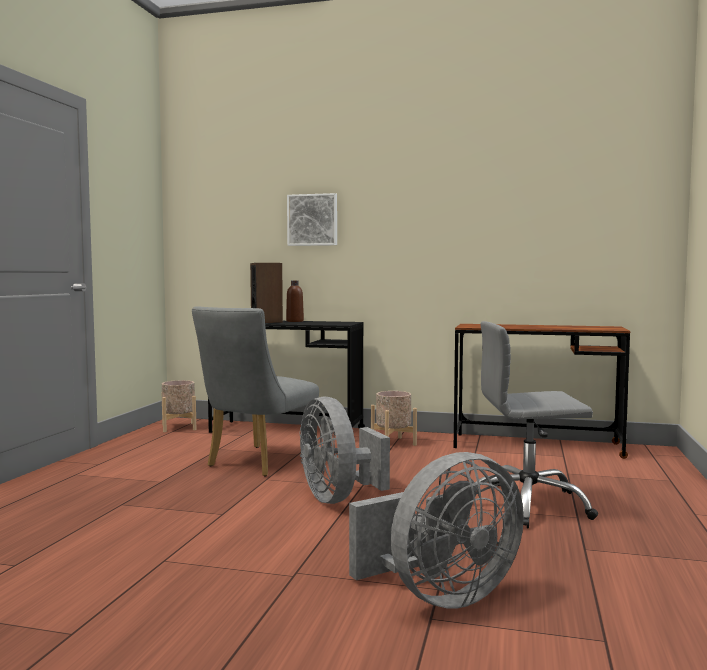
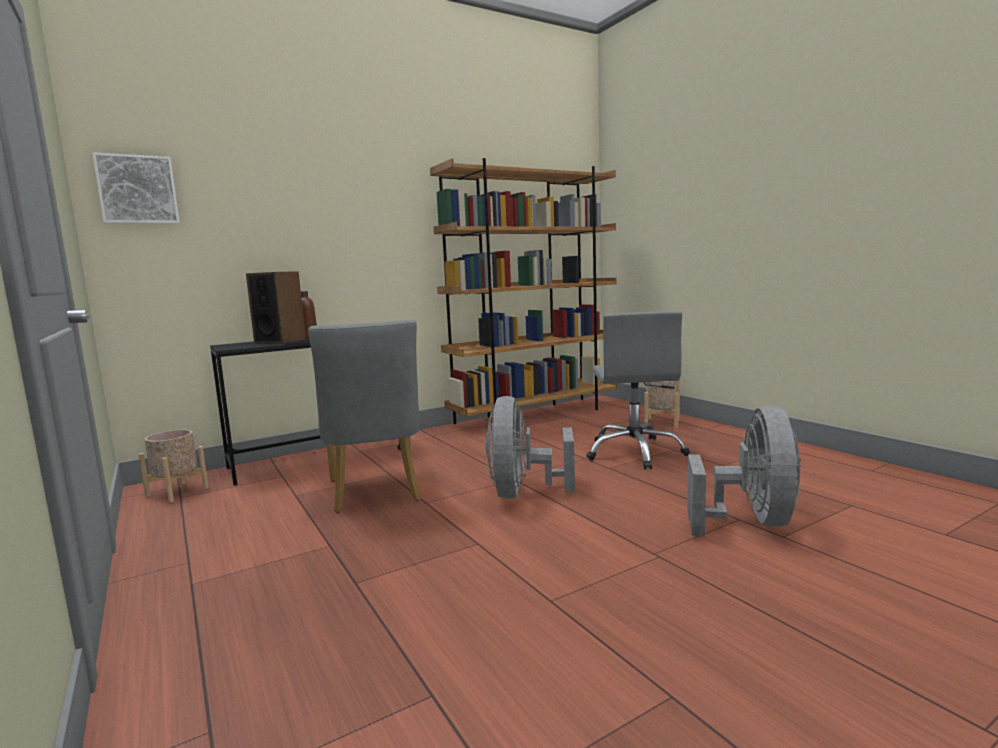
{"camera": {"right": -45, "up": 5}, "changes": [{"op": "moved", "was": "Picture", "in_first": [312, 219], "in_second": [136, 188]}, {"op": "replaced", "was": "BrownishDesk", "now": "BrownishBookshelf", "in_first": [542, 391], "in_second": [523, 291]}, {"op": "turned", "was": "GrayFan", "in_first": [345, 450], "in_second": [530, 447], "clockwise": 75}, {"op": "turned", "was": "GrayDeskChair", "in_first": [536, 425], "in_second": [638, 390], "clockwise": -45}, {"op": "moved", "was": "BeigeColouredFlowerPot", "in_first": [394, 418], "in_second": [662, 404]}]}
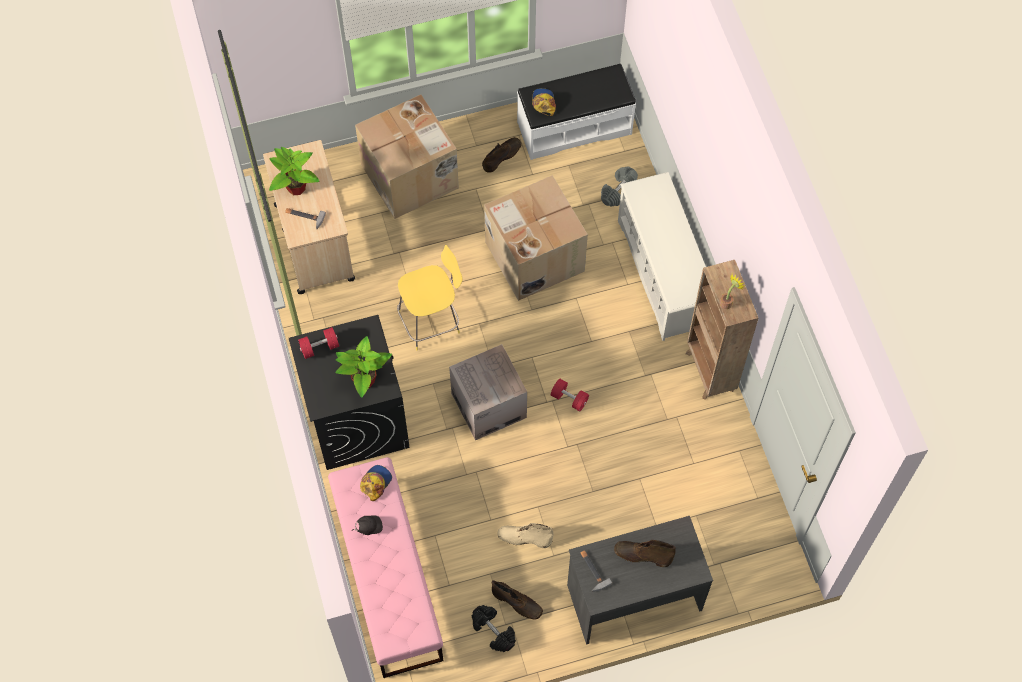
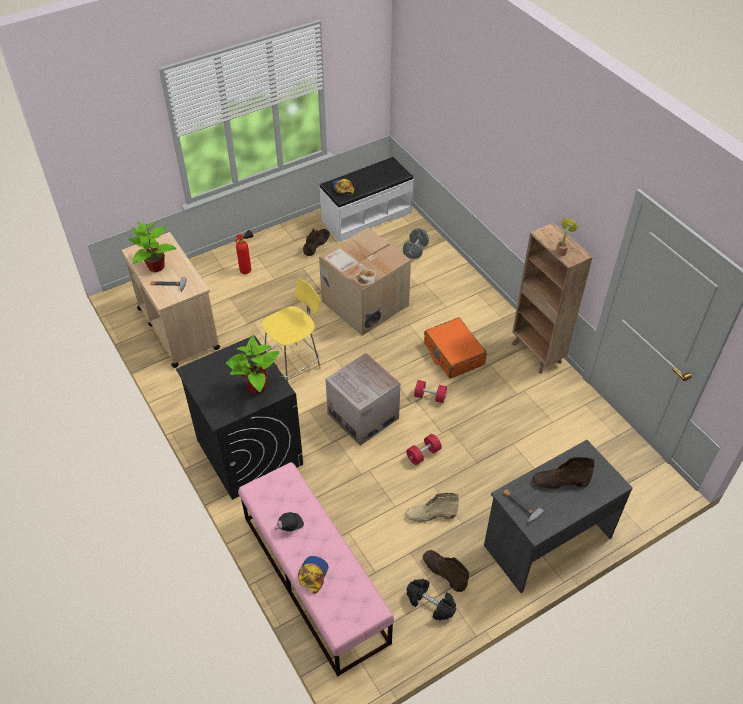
{"camera": {"right": -15, "up": -15}, "changes": [{"op": "replaced", "was": "CardboardBox", "now": "FireExtinguisher", "in_first": [407, 157], "in_second": [244, 252]}, {"op": "moved", "was": "BaseballCap", "in_first": [376, 483], "in_second": [313, 575]}, {"op": "moved", "was": "RedColouredDumbbell", "in_first": [318, 343], "in_second": [424, 449]}, {"op": "turned", "was": "BrownishHighTopBoot", "in_first": [517, 600], "in_second": [446, 571], "clockwise": -150}, {"op": "added", "now": "OrangeColouredSuitcase", "in_second": [455, 348]}, {"op": "removed", "was": "WhiteColouredShoeStand", "in_first": [662, 256]}]}
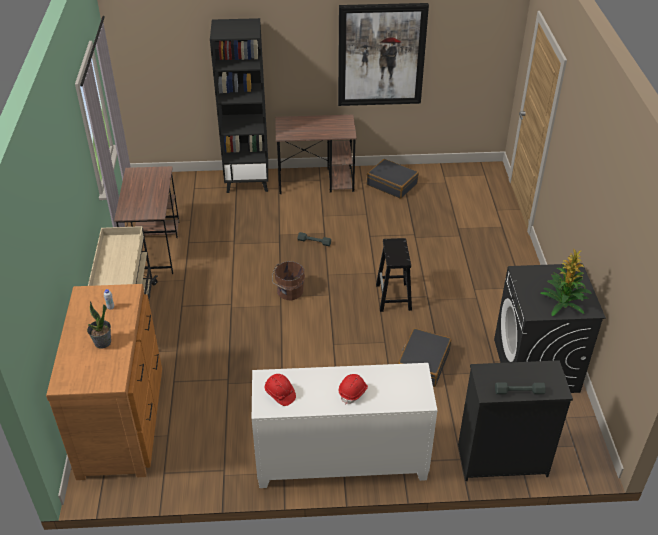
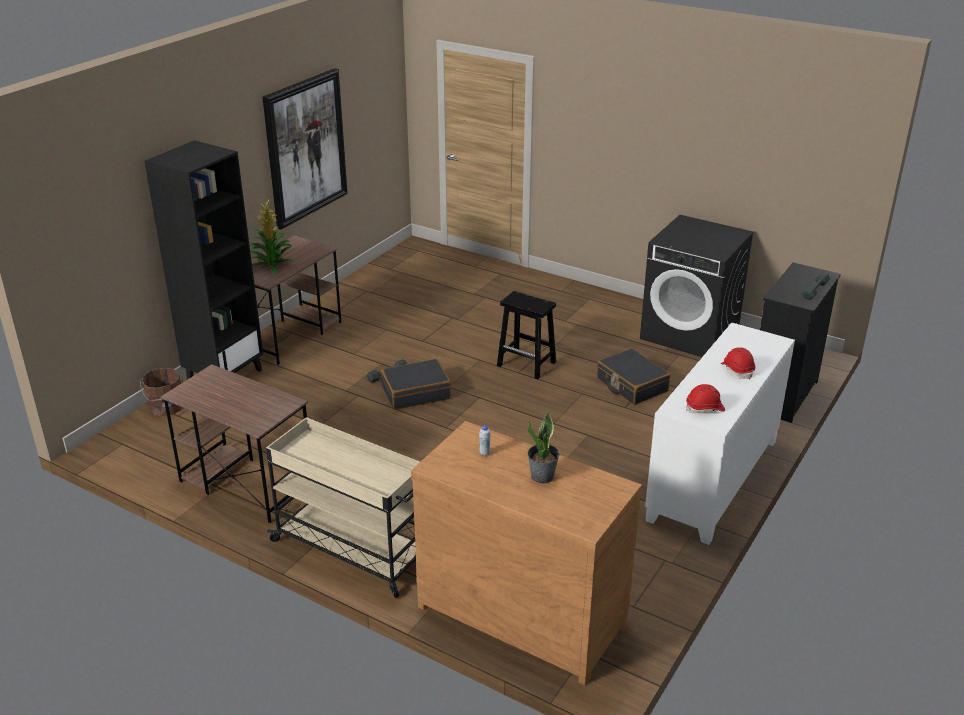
{"camera": {"right": -55, "up": -10}, "changes": [{"op": "moved", "was": "BrownishPail", "in_first": [288, 281], "in_second": [161, 392]}, {"op": "moved", "was": "PlantInAPot", "in_first": [566, 282], "in_second": [272, 237]}, {"op": "moved", "was": "BlackSuitcase", "in_first": [393, 179], "in_second": [416, 384]}]}
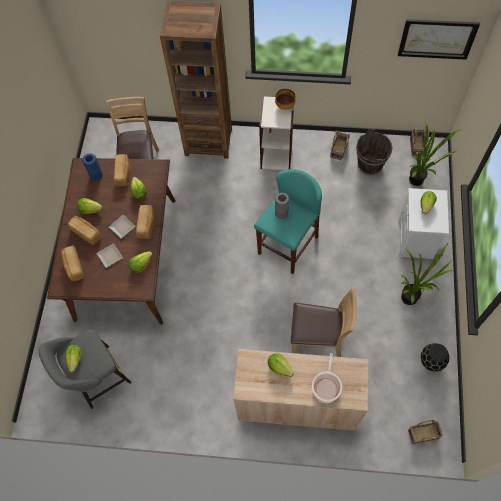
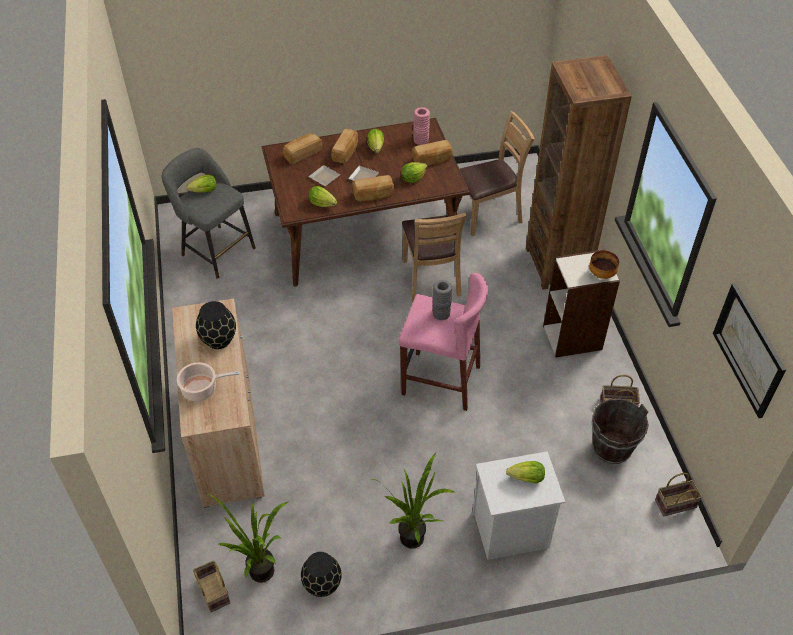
{"camera": {"right": 70, "up": -15}, "changes": [{"op": "replaced", "was": "HeadOfLettuce", "now": "BlackDecorativeVase", "in_first": [281, 365], "in_second": [216, 325]}, {"op": "moved", "was": "PlantInAPot", "in_first": [435, 153], "in_second": [249, 538]}, {"op": "recoloured", "was": "BlueGreenStoolSeat", "now": "PinkishStoolSeat", "in_first": [288, 221], "in_second": [443, 342]}, {"op": "moved", "was": "BrownishPlainChair", "in_first": [324, 322], "in_second": [434, 257]}, {"op": "recoloured", "was": "BlueColouredDecorativeVase", "now": "PinkishDecorativeVase", "in_first": [92, 167], "in_second": [421, 126]}]}
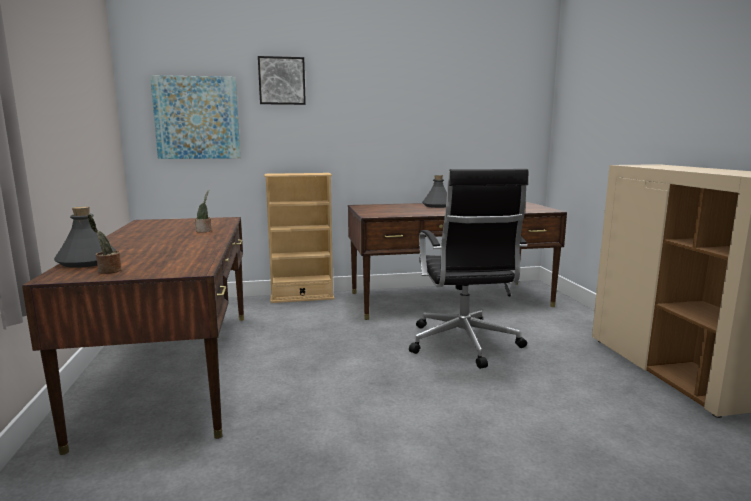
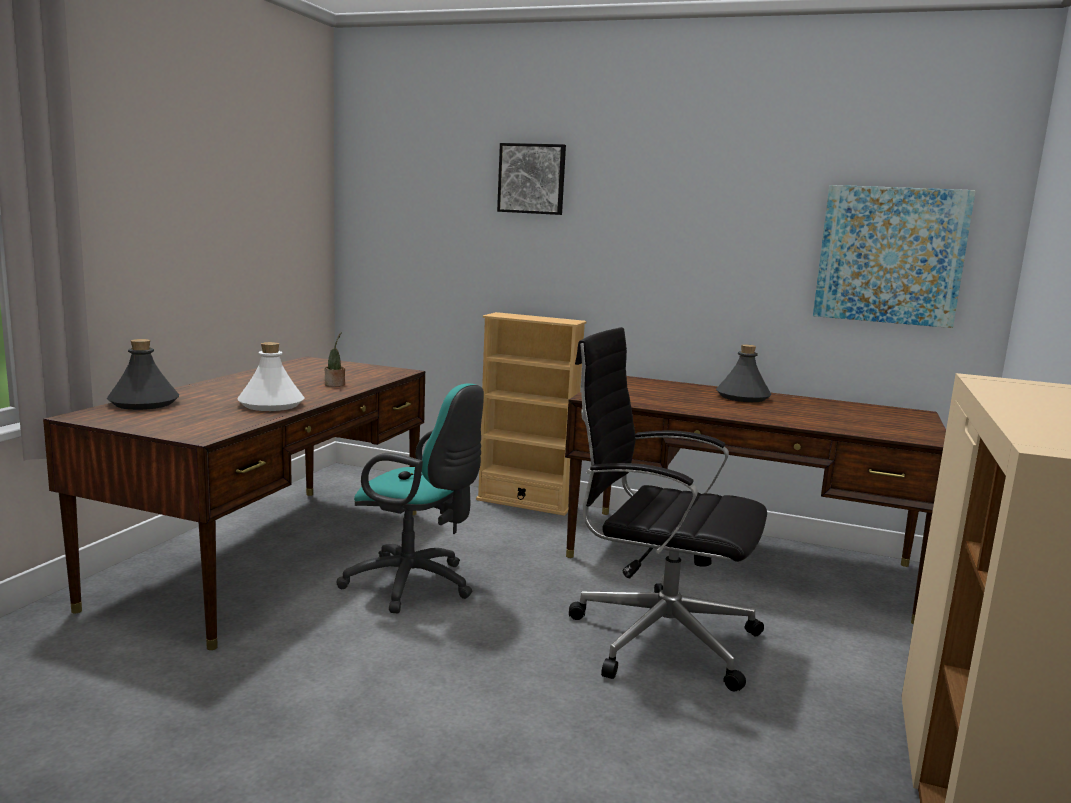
{"camera": {"right": 30, "up": 0}, "changes": [{"op": "added", "now": "WhiteColouredBeverageBottle", "in_second": [270, 376]}, {"op": "added", "now": "BlueGreenDeskChair", "in_second": [410, 498]}, {"op": "turned", "was": "BlackDeskChair", "in_first": [468, 269], "in_second": [668, 509], "clockwise": 90}, {"op": "moved", "was": "Picture", "in_first": [195, 117], "in_second": [894, 256]}, {"op": "removed", "was": "PlantInAPot", "in_first": [104, 244]}]}
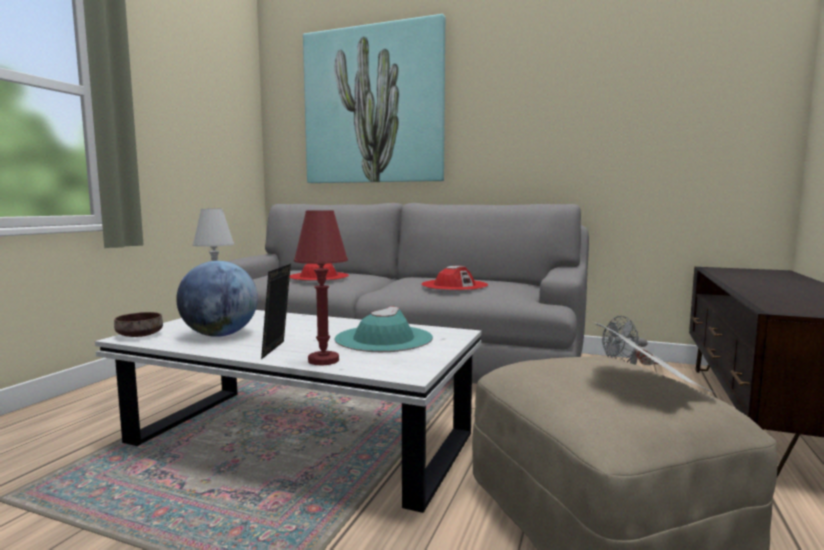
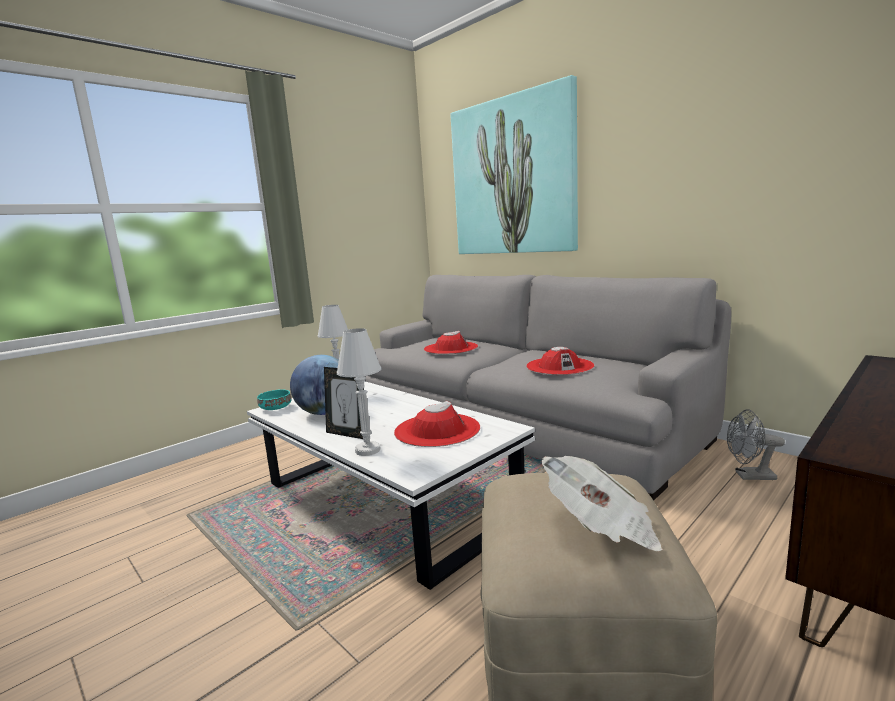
{"camera": {"right": 25, "up": 5}, "changes": [{"op": "recoloured", "was": "BrownishDeepDish", "now": "BlueGreenDeepDish", "in_first": [138, 324], "in_second": [274, 399]}, {"op": "turned", "was": "PhotoFrame", "in_first": [276, 311], "in_second": [344, 403], "clockwise": -90}, {"op": "recoloured", "was": "RedColouredTabletopLamp", "now": "WhiteColouredTabletopLamp", "in_first": [321, 288], "in_second": [359, 392]}, {"op": "recoloured", "was": "BlueGreenClothingHat", "now": "RedColouredClothingHat", "in_first": [384, 329], "in_second": [437, 424]}]}
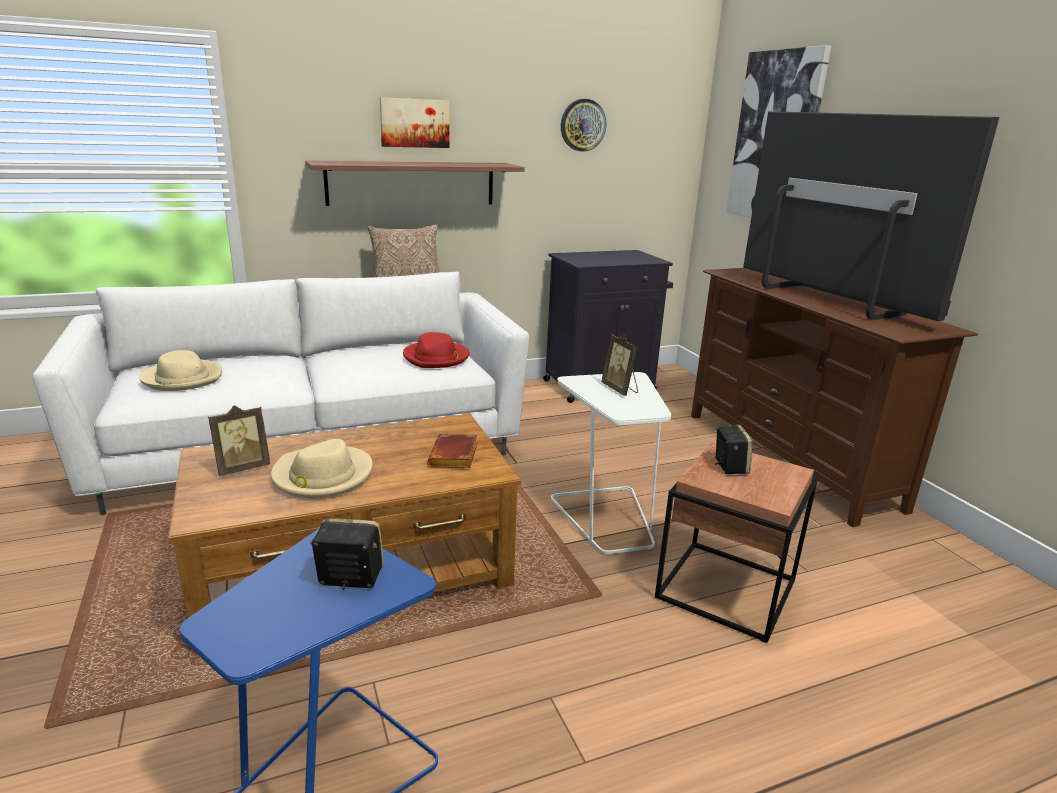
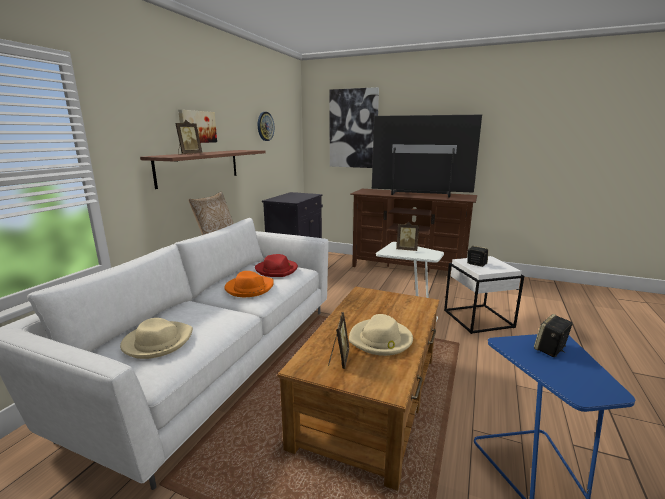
{"camera": {"right": -45, "up": -5}, "changes": [{"op": "added", "now": "PhotoFrame", "in_second": [188, 137]}, {"op": "added", "now": "OrangeColouredClothingHat", "in_second": [249, 284]}, {"op": "recoloured", "was": "BrownishAccentTable", "now": "WhiteColouredAccentTable", "in_first": [736, 542], "in_second": [484, 295]}, {"op": "removed", "was": "BrownishVolume", "in_first": [453, 451]}]}
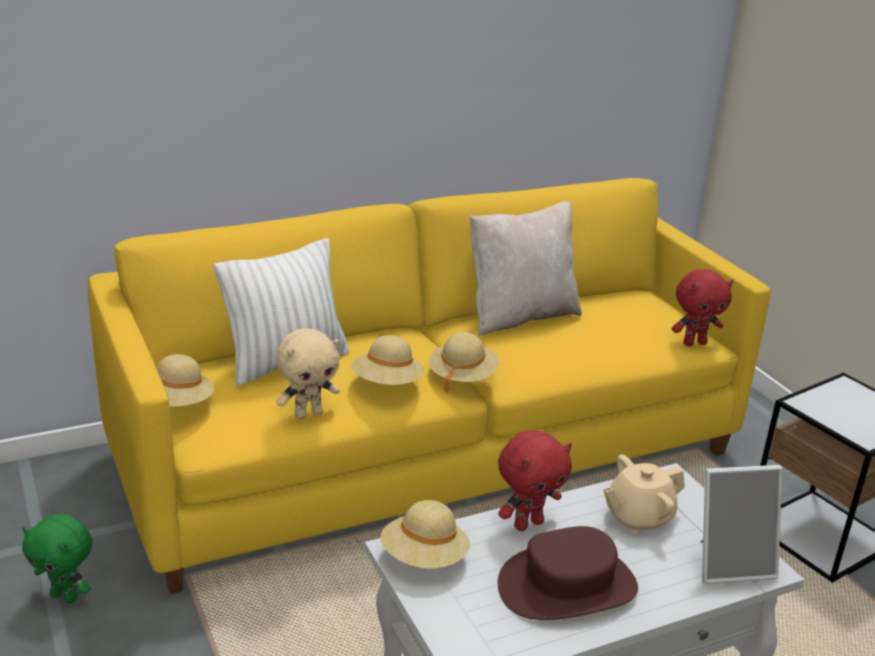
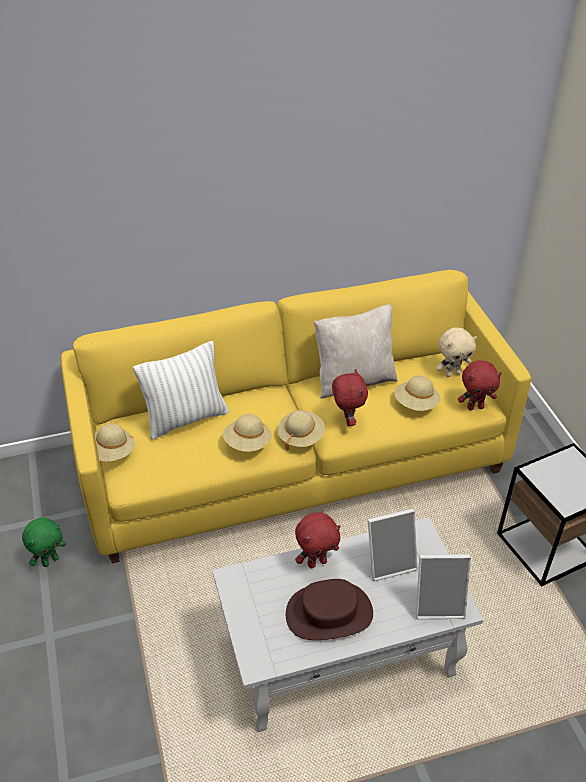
{"camera": {"right": 10, "up": 15}, "changes": [{"op": "turned", "was": "GreenishPlushToy", "in_first": [57, 559], "in_second": [44, 542], "clockwise": -75}, {"op": "added", "now": "RedColouredPlushToy", "in_second": [350, 397]}, {"op": "replaced", "was": "BeigeColouredPotForTea", "now": "PhotoFrame", "in_first": [644, 494], "in_second": [393, 544]}, {"op": "moved", "was": "BeigeColouredClothingHat", "in_first": [425, 534], "in_second": [417, 393]}, {"op": "moved", "was": "BeigeColouredPlushToy", "in_first": [308, 373], "in_second": [456, 352]}]}
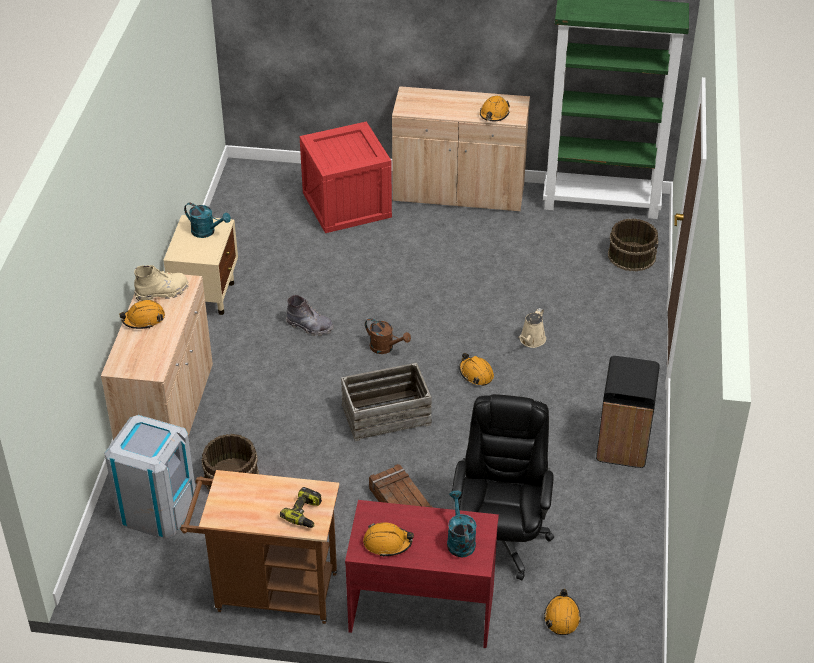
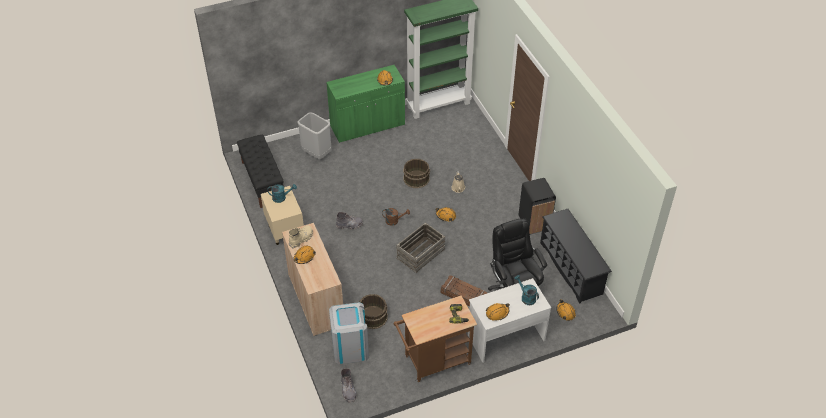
{"camera": {"right": -30, "up": 5}, "changes": [{"op": "added", "now": "BlackBench", "in_second": [260, 171]}, {"op": "replaced", "was": "ShippingCrate", "now": "GrayTrashCan", "in_first": [346, 177], "in_second": [314, 135]}, {"op": "recoloured", "was": "BeigeColouredCabinet", "now": "GreenishCabinet", "in_first": [461, 149], "in_second": [365, 104]}, {"op": "added", "now": "GrayHighTopBoot", "in_second": [349, 385]}, {"op": "moved", "was": "BrownishPail", "in_first": [633, 245], "in_second": [416, 173]}, {"op": "recoloured", "was": "RedColouredDesk", "now": "WhiteColouredDesk", "in_first": [422, 574], "in_second": [509, 320]}, {"op": "added", "now": "BlackShoeStand", "in_second": [576, 256]}]}
